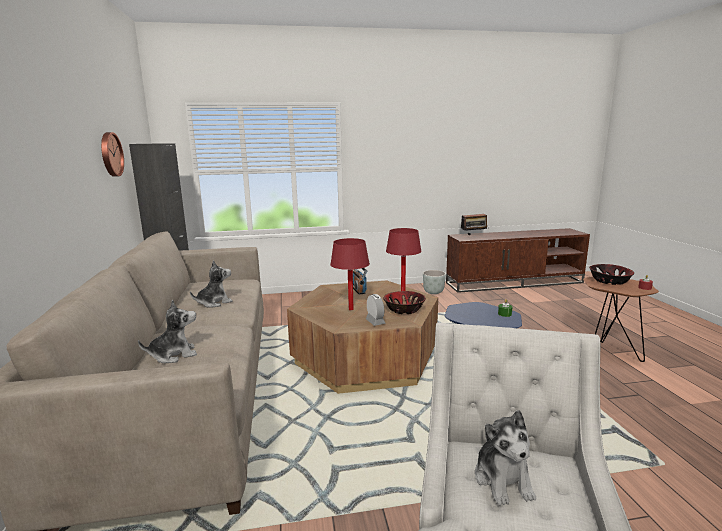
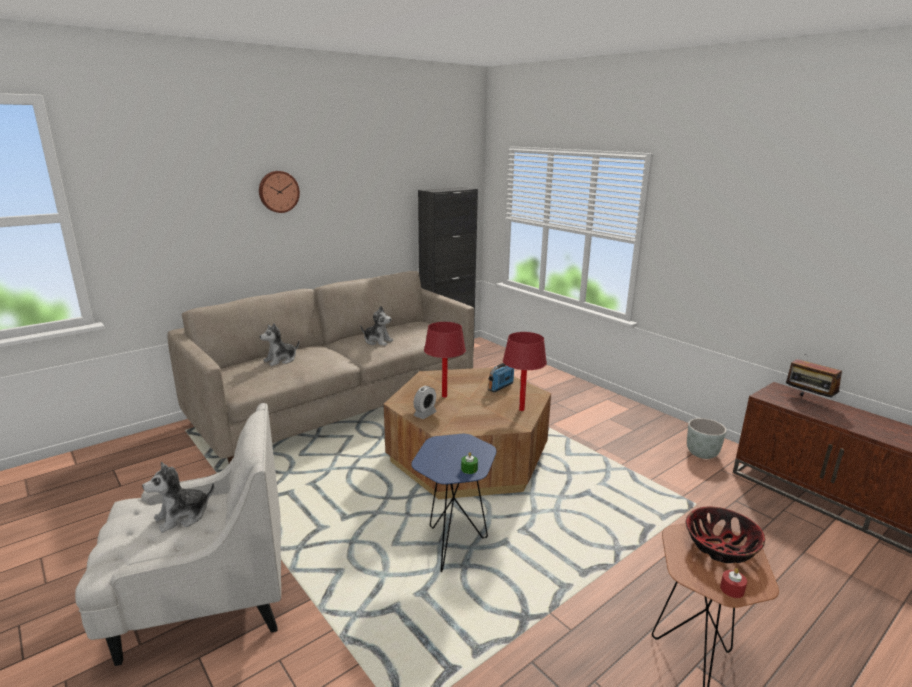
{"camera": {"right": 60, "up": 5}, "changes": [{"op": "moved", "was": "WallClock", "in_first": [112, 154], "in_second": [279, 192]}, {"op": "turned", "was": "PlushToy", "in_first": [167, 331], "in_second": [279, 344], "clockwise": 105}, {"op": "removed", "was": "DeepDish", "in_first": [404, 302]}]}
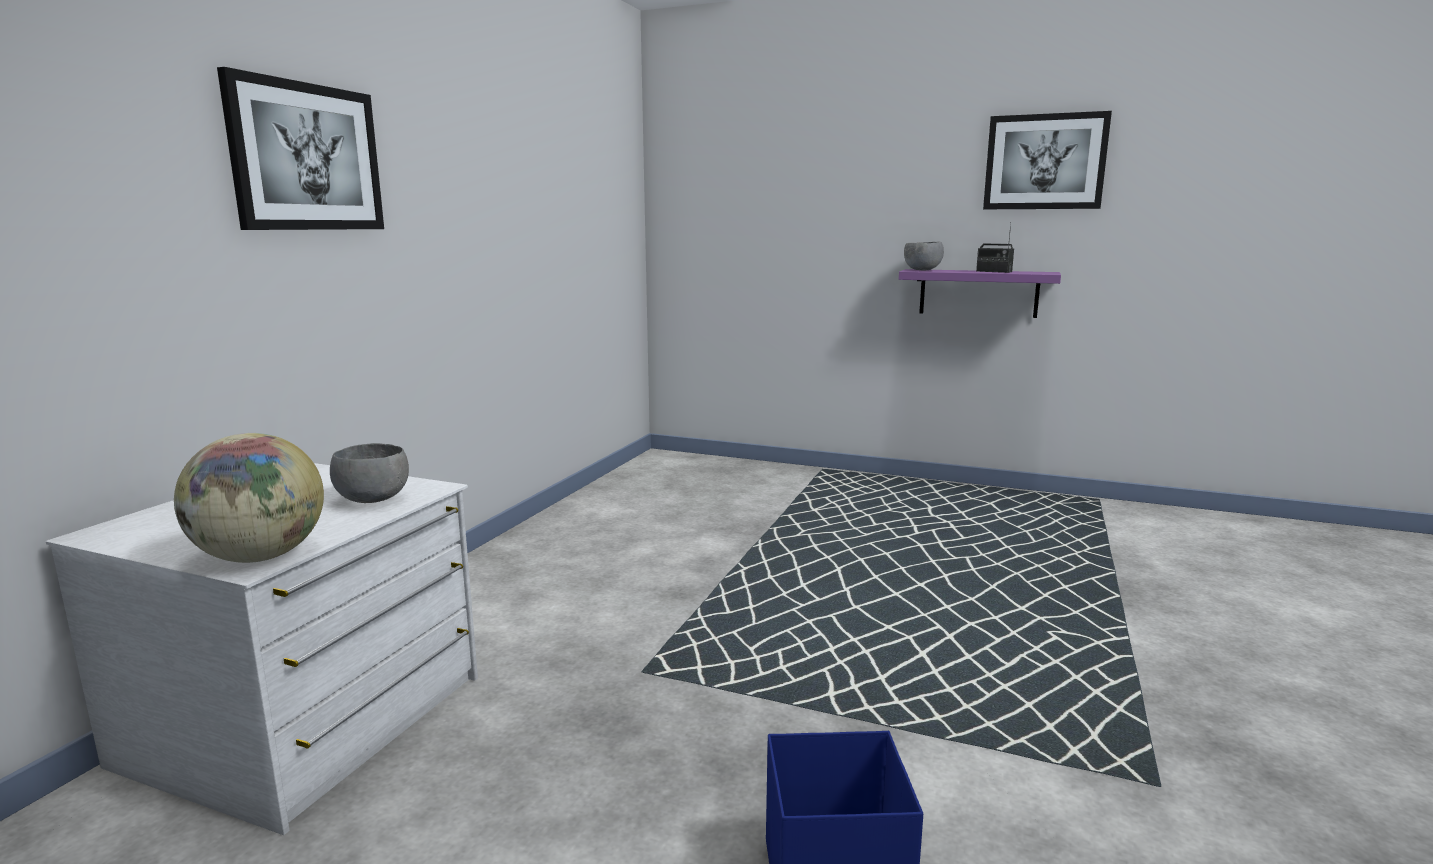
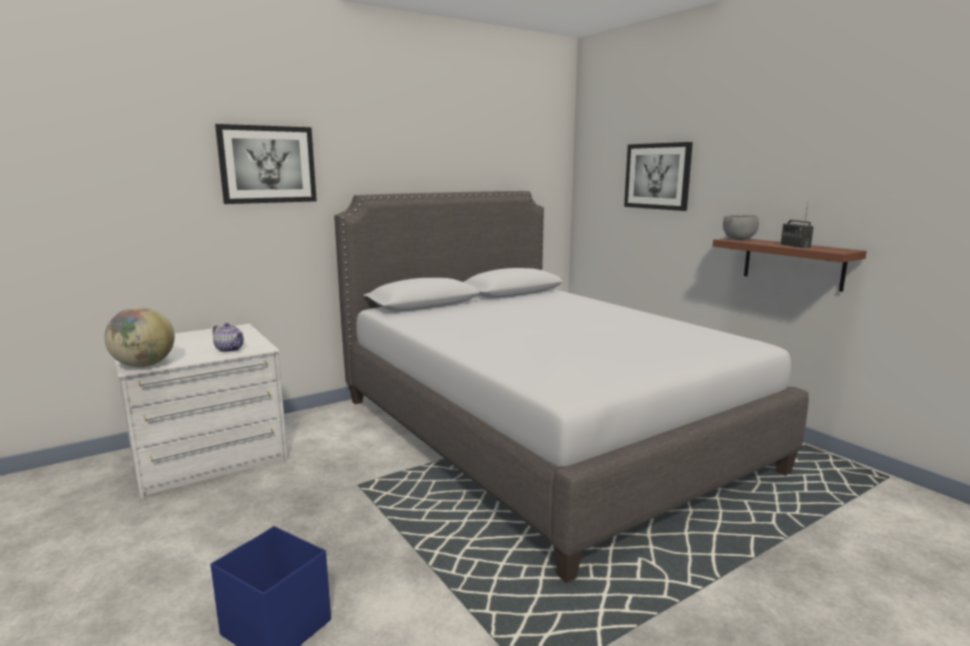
{"camera": {"right": 35, "up": 0}, "changes": [{"op": "replaced", "was": "GrayDeepDish", "now": "PotForTea", "in_first": [369, 473], "in_second": [228, 337]}, {"op": "added", "now": "GrayBedroomBed", "in_second": [571, 387]}, {"op": "moved", "was": "Picture", "in_first": [1047, 160], "in_second": [658, 176]}, {"op": "recoloured", "was": "PurpleBracketShelf", "now": "BrownishBracketShelf", "in_first": [980, 293], "in_second": [790, 265]}]}
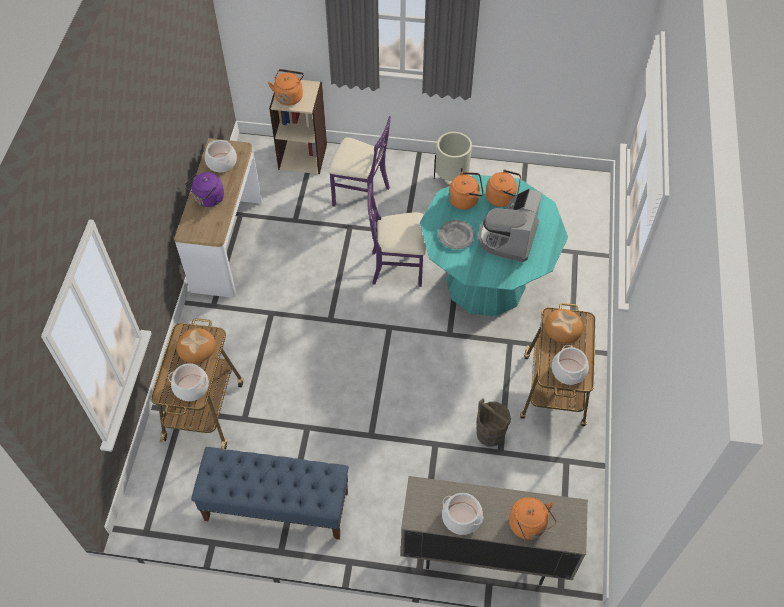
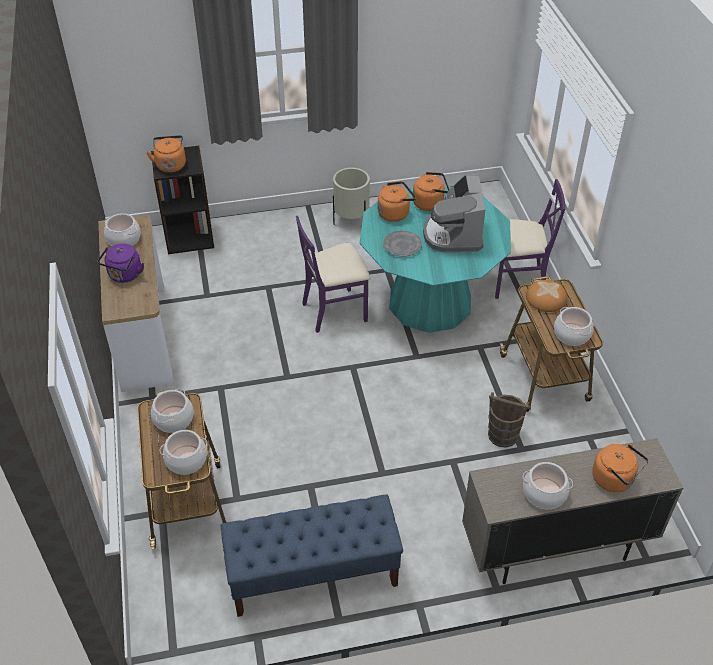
{"camera": {"right": -20, "up": -10}, "changes": [{"op": "recoloured", "was": "BeigeColouredBookshelf", "now": "BlackBookshelf", "in_first": [298, 127], "in_second": [182, 199]}, {"op": "replaced", "was": "BakeryBread", "now": "CookingPot", "in_first": [196, 345], "in_second": [172, 411]}, {"op": "moved", "was": "PurplePlainChair", "in_first": [359, 162], "in_second": [530, 239]}]}
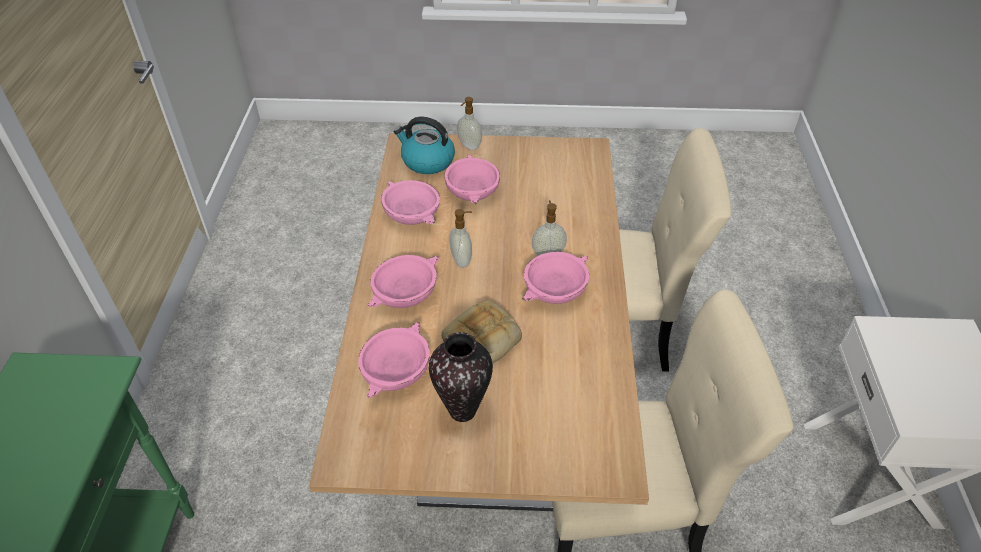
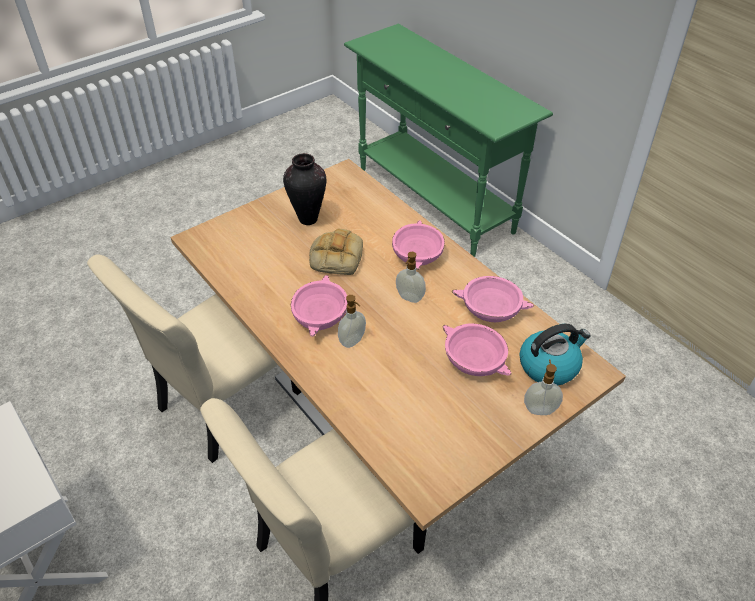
{"camera": {"right": 140, "up": 0}, "changes": [{"op": "removed", "was": "PinkishDeepDish", "in_first": [394, 360]}]}
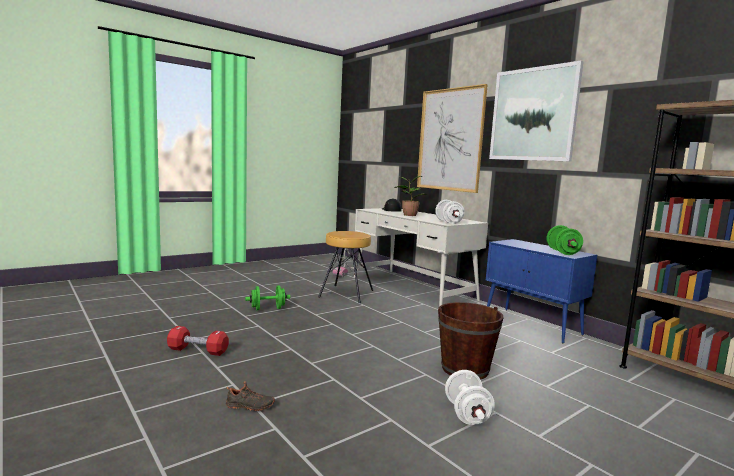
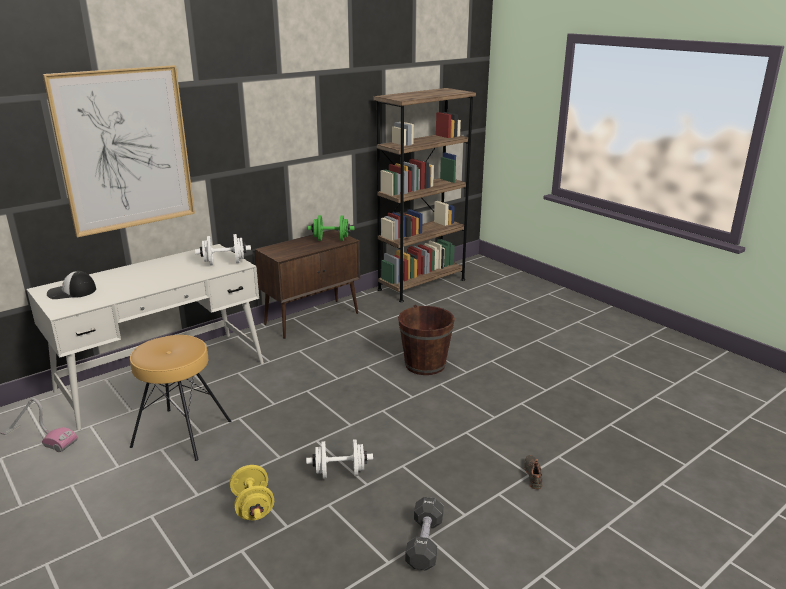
{"camera": {"right": -90, "up": 15}, "changes": [{"op": "recoloured", "was": "GreenishDumbbell", "now": "YellowDumbbell", "in_first": [267, 297], "in_second": [252, 492]}, {"op": "recoloured", "was": "BlueColouredCabinet", "now": "BrownishCabinet", "in_first": [541, 291], "in_second": [307, 284]}, {"op": "moved", "was": "WhiteColouredDumbbell", "in_first": [470, 397], "in_second": [339, 458]}, {"op": "recoloured", "was": "RedColouredDumbbell", "now": "BlackDumbbell", "in_first": [198, 341], "in_second": [424, 533]}, {"op": "removed", "was": "PlantInAPot", "in_first": [411, 196]}, {"op": "removed", "was": "Picture", "in_first": [536, 111]}]}
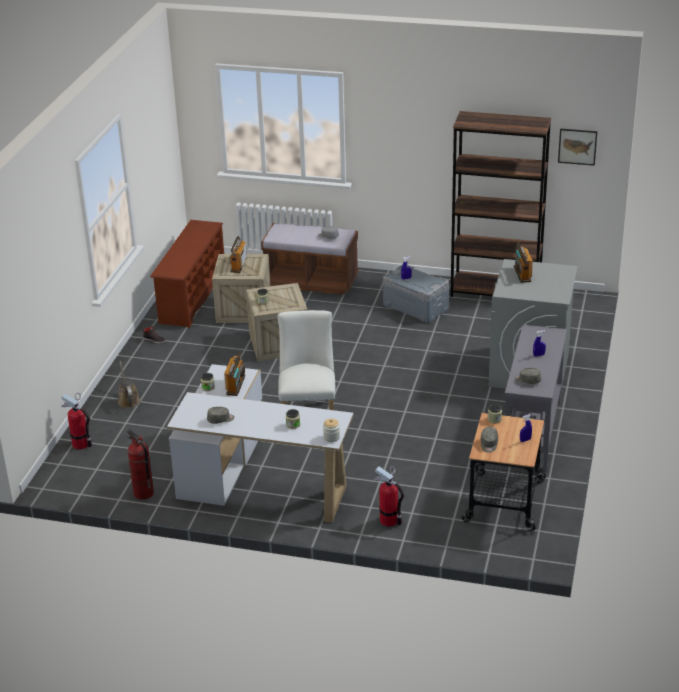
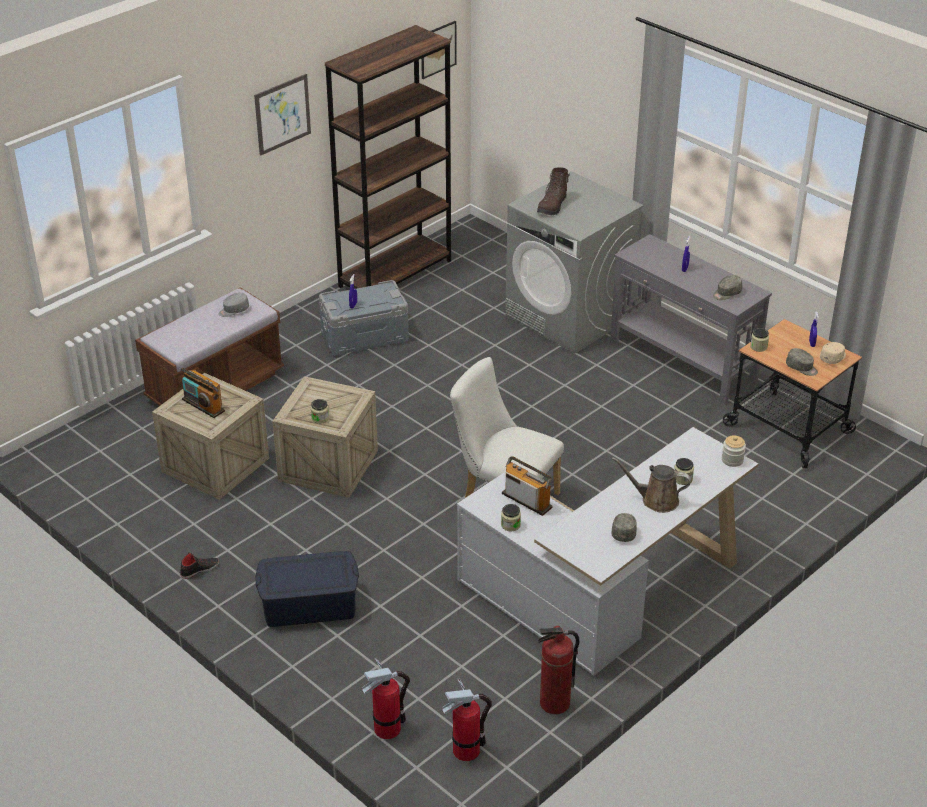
{"camera": {"right": -60, "up": 5}, "changes": [{"op": "added", "now": "Picture", "in_second": [282, 115]}, {"op": "added", "now": "BlueColouredStorageBox", "in_second": [307, 589]}, {"op": "moved", "was": "FireExtinguisher", "in_first": [389, 496], "in_second": [467, 719]}, {"op": "replaced", "was": "Radio", "now": "BrownishHighTopBoot", "in_first": [523, 263], "in_second": [553, 191]}, {"op": "moved", "was": "BrownishWateringPot", "in_first": [129, 384], "in_second": [651, 485]}, {"op": "added", "now": "BeigeColouredBaseballCap", "in_second": [833, 353]}, {"op": "removed", "was": "BrownishShoeStand", "in_first": [187, 274]}]}
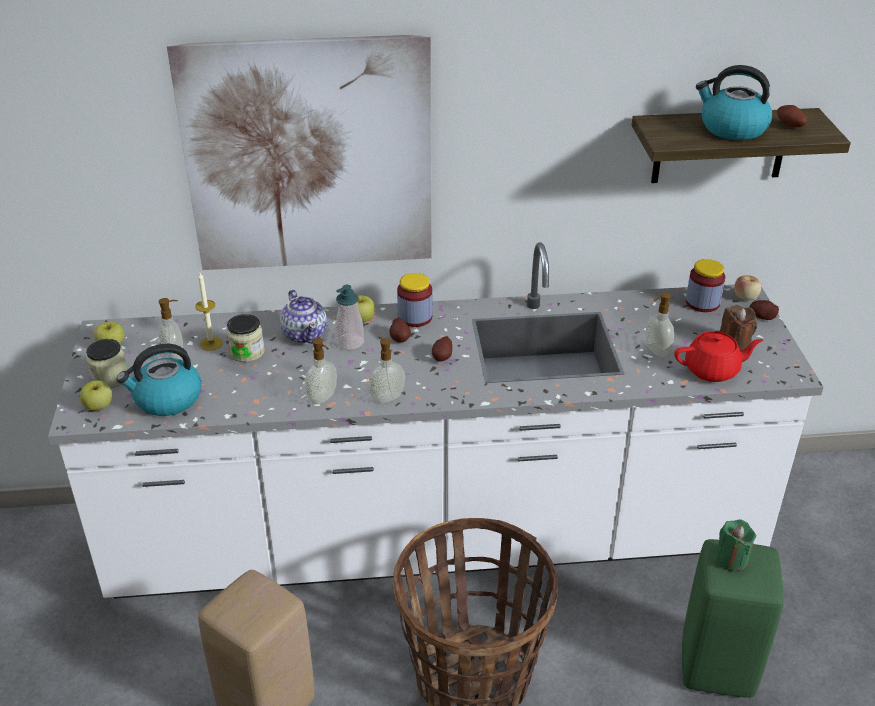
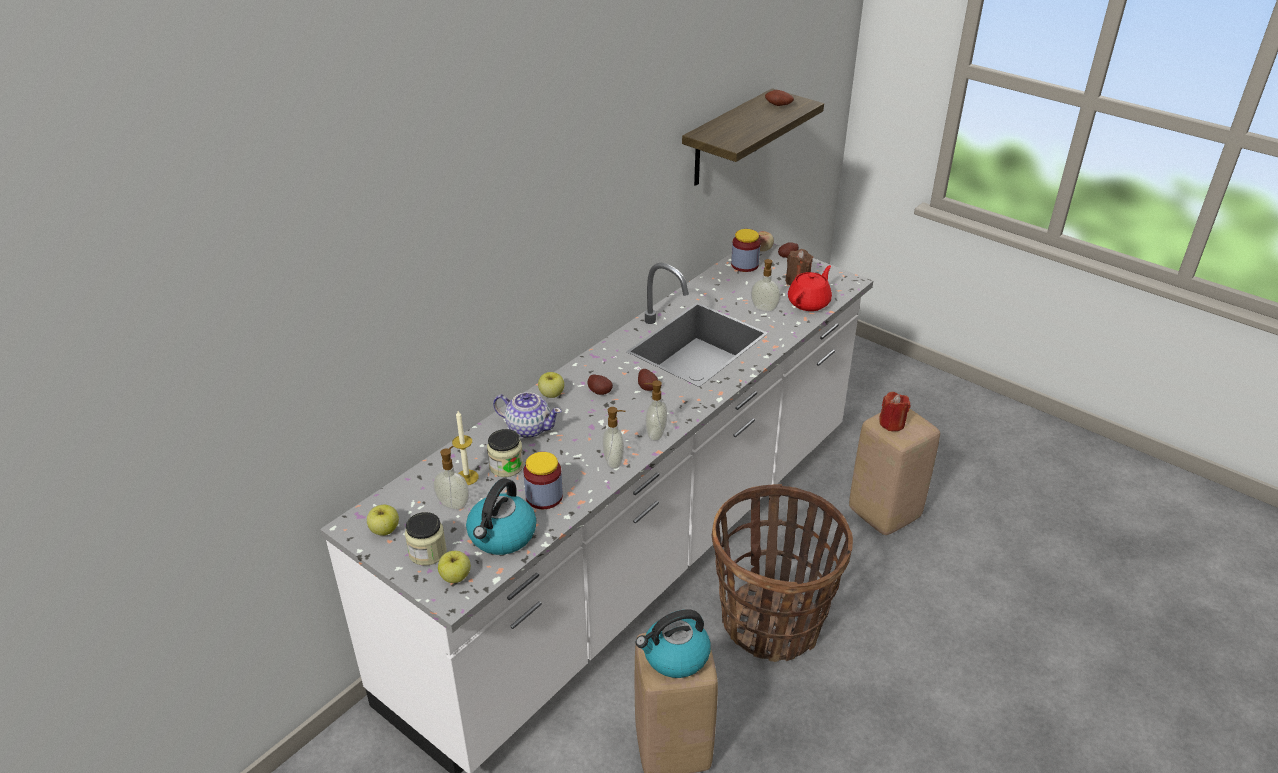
{"camera": {"right": -45, "up": 0}, "changes": [{"op": "moved", "was": "Jar", "in_first": [415, 300], "in_second": [543, 480]}, {"op": "moved", "was": "TeaKettle", "in_first": [734, 102], "in_second": [673, 643]}, {"op": "recoloured", "was": "GreenishStoolSeat", "now": "BeigeColouredStoolSeat", "in_first": [733, 618], "in_second": [894, 471]}, {"op": "recoloured", "was": "GreenishCandle", "now": "RedColouredCandle", "in_first": [735, 545], "in_second": [894, 411]}, {"op": "removed", "was": "Picture", "in_first": [299, 152]}, {"op": "removed", "was": "SoapBottle", "in_first": [349, 317]}]}
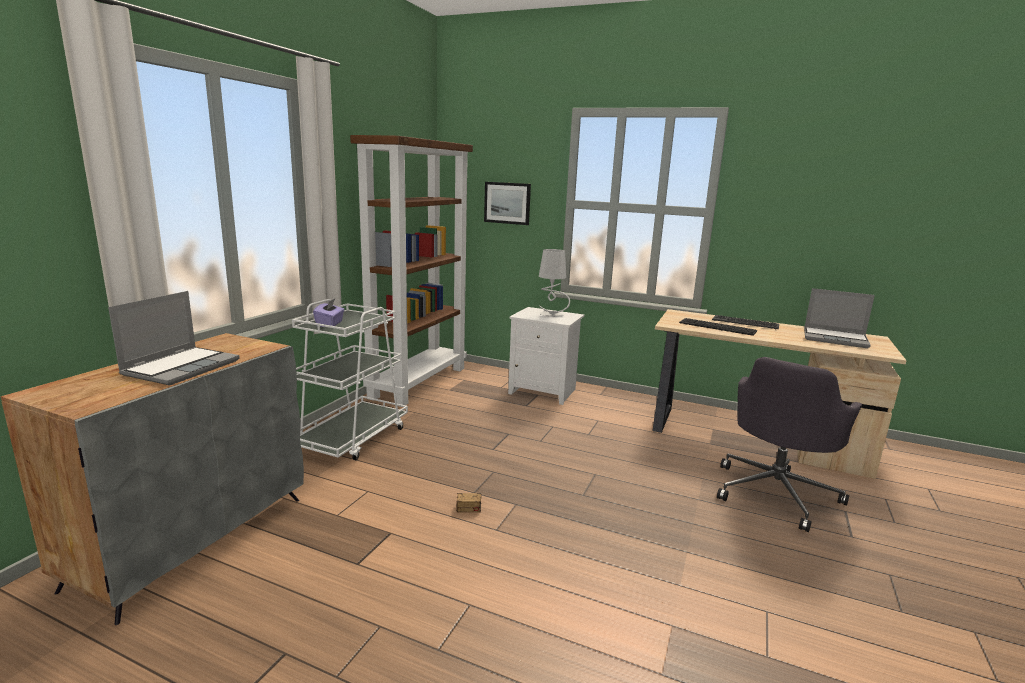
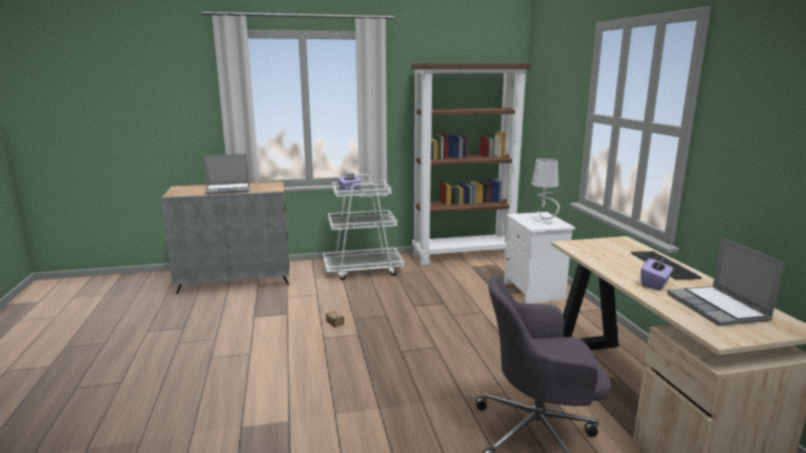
{"camera": {"right": 55, "up": 0}, "changes": [{"op": "added", "now": "PurpleTissueBox", "in_second": [657, 273]}, {"op": "removed", "was": "Picture", "in_first": [507, 203]}, {"op": "removed", "was": "PcKeyboard", "in_first": [718, 327]}]}
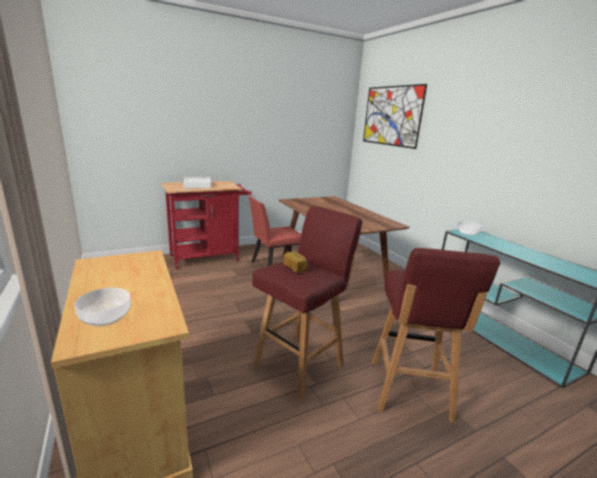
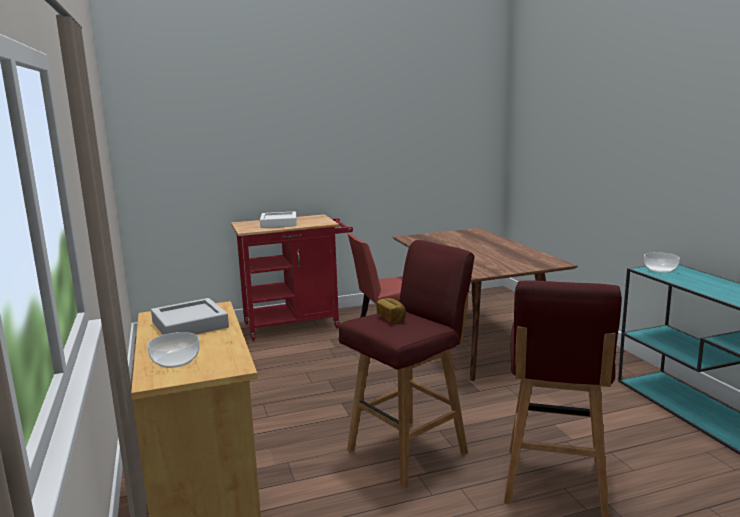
{"camera": {"right": 10, "up": -5}, "changes": [{"op": "added", "now": "GrayTray", "in_second": [190, 316]}, {"op": "removed", "was": "Picture", "in_first": [395, 116]}]}
